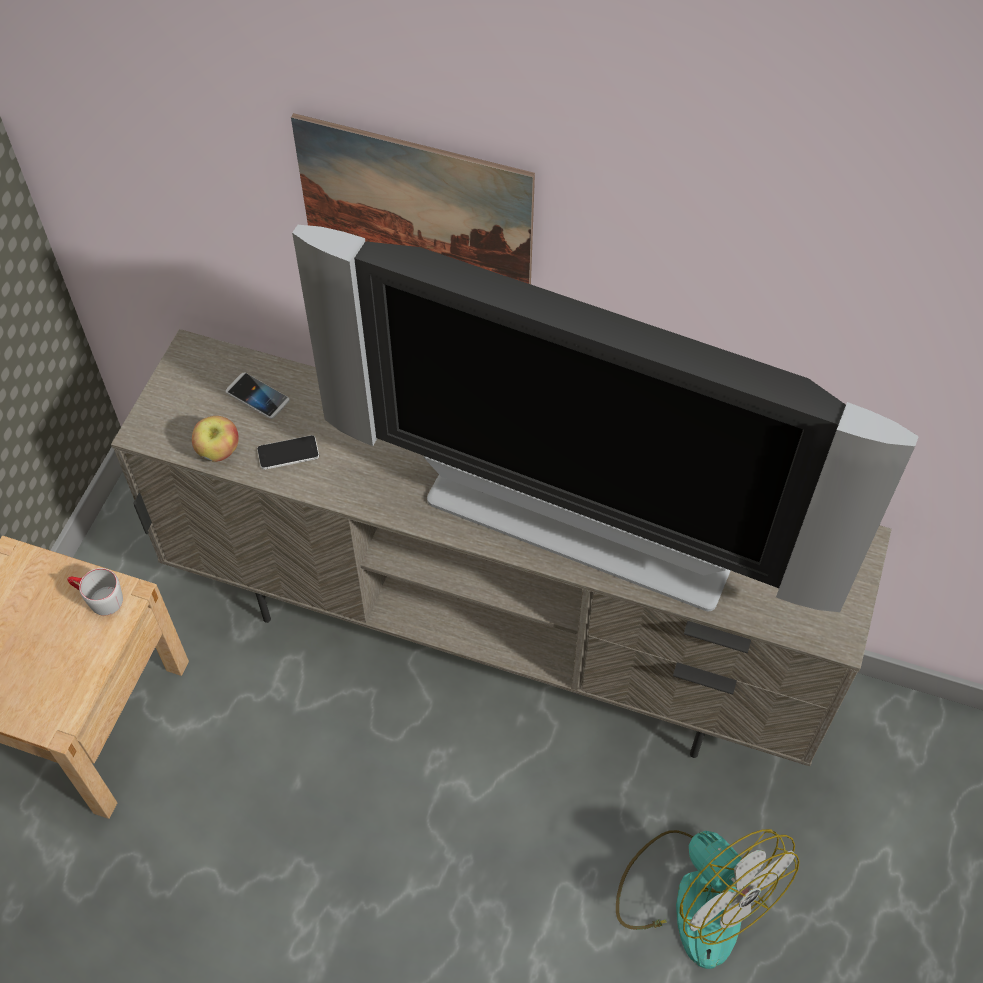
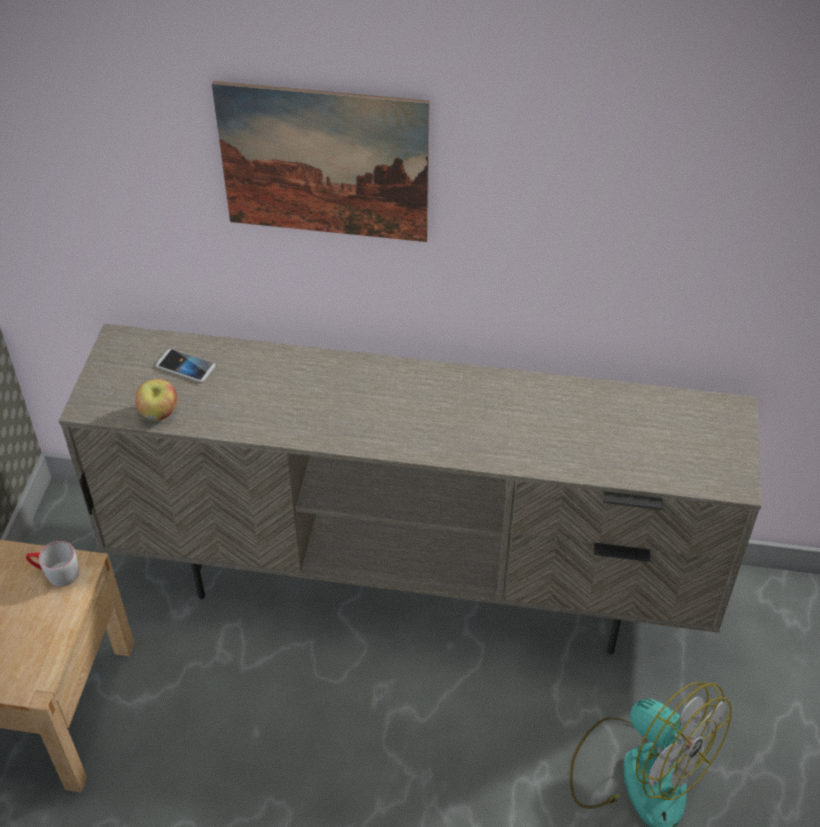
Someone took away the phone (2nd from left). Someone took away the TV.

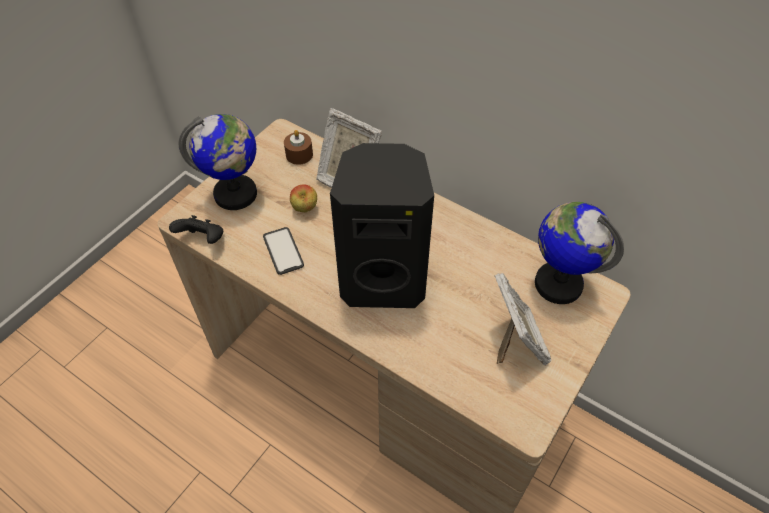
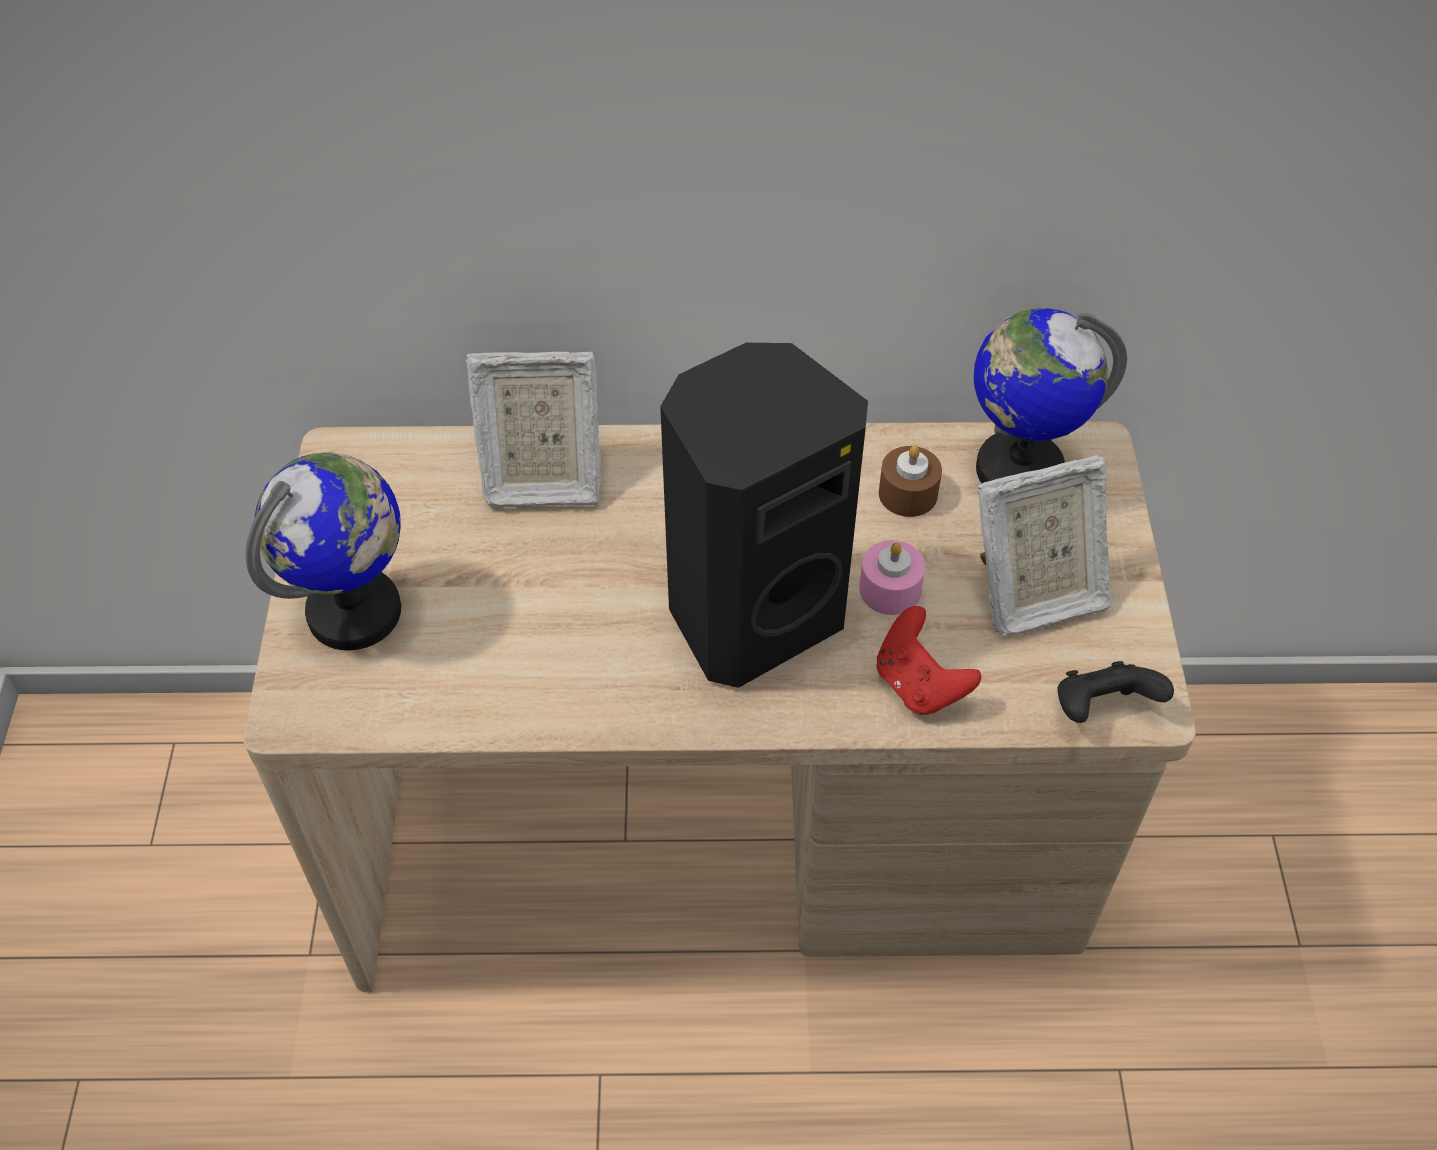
Someone took away the phone. Someone took away the apple fruit. Someone put down the pink-coloured wax candle. Someone put down the red-coloured joypad. Someone carried the black joypad. Someone carried the brown wax candle. Someone rotated the standing frame (2nd from left) by 120 degrees clockwise.

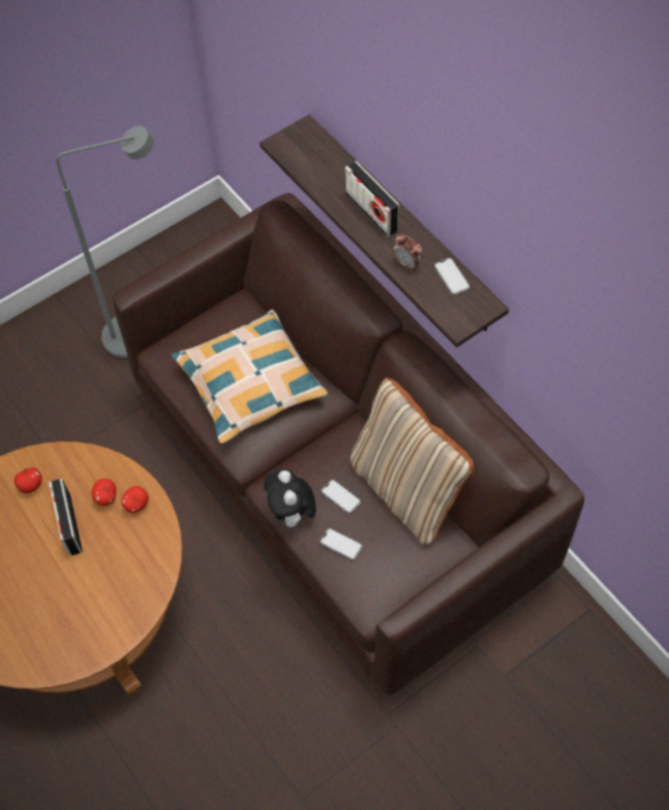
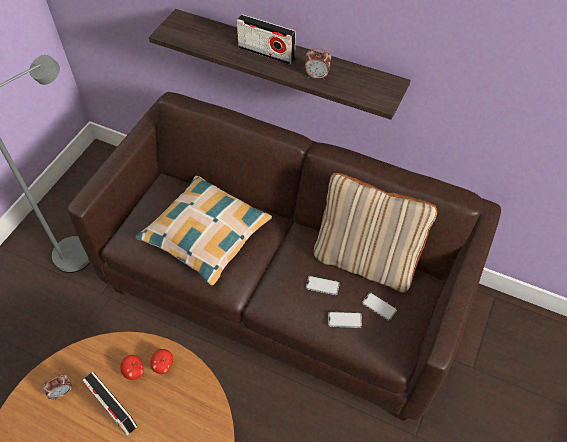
Someone took away the soft toy. Someone carried the phone (3rd from left). Someone swapped the apple fruit (1st from left) for the alarm clock (1st from left).

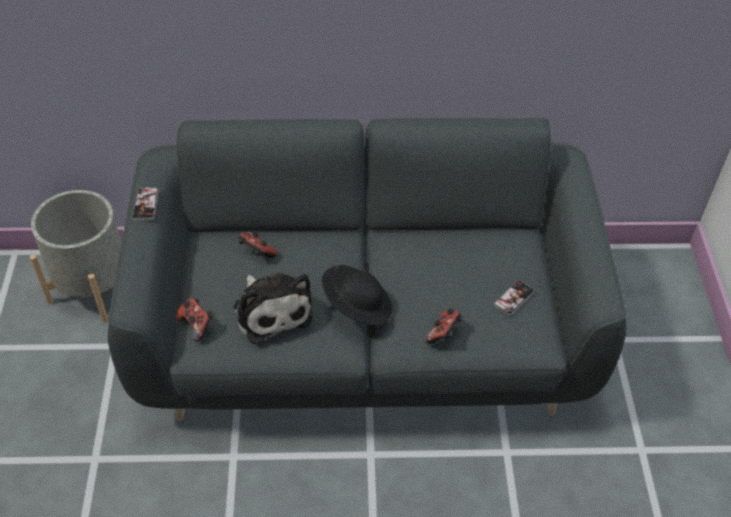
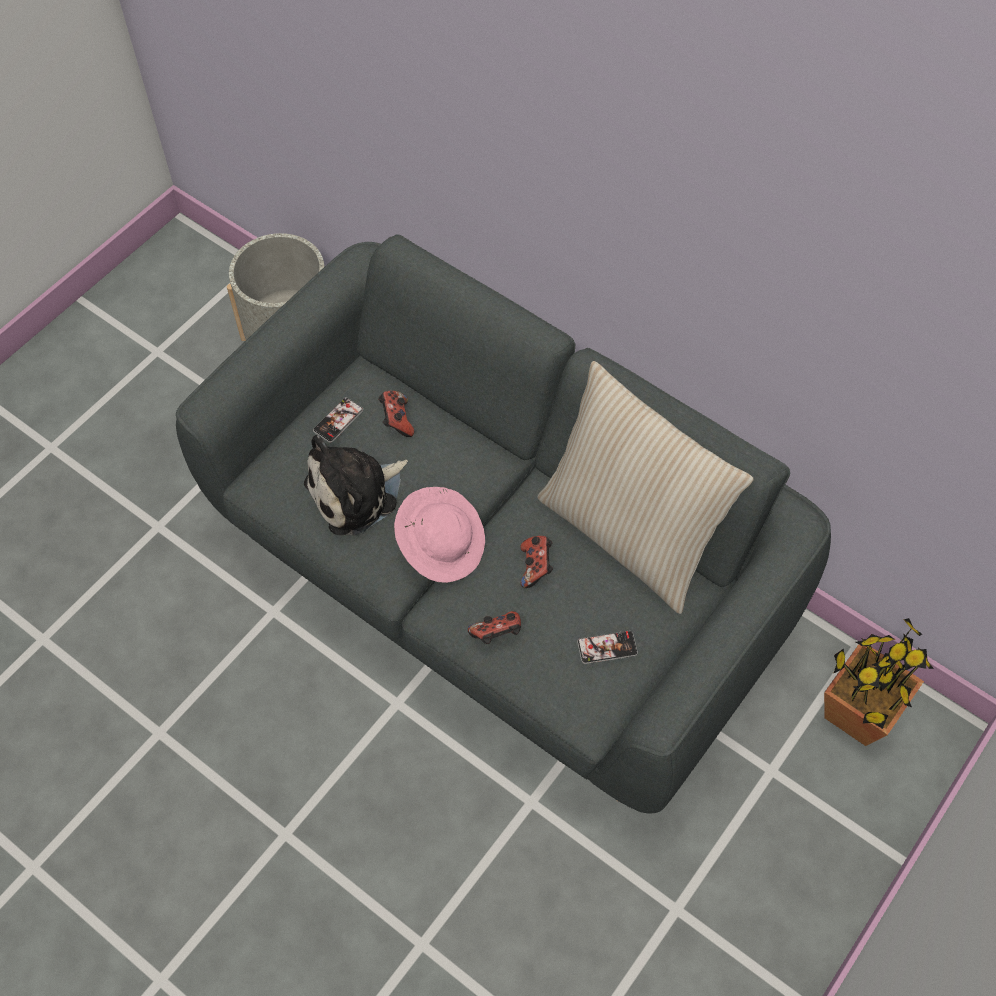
Someone put down the beige-coloured cushion. Someone put down the potted plant. Someone carried the phone (1st from left). Someone carried the joypad (1st from left in the first image). Someone repainted the black hat, which became the pink-coloured hat. Someone rotated the soft toy by 45 degrees clockwise.

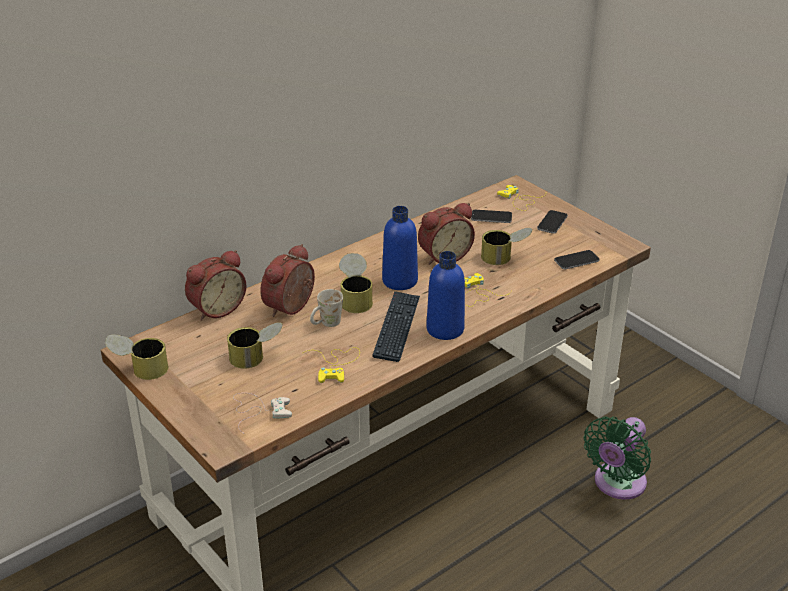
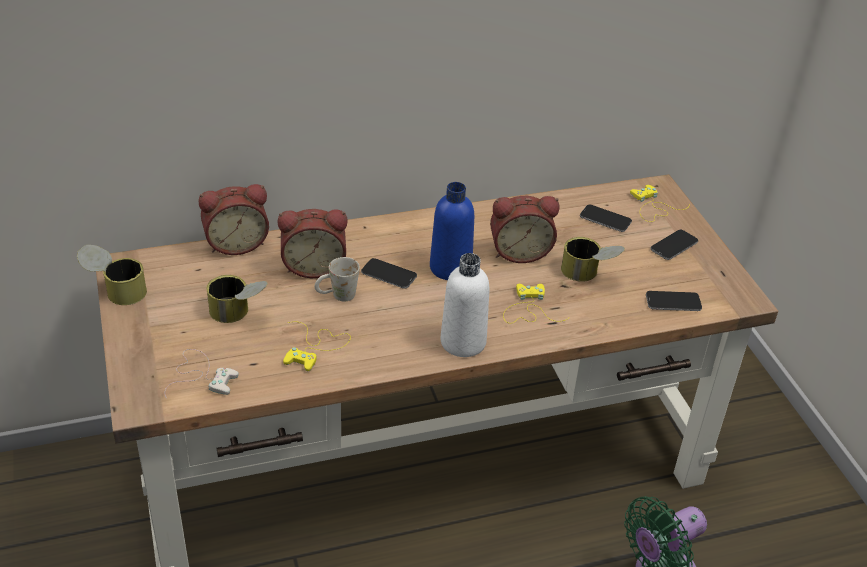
Someone took away the PC keyboard. Someone swapped the metal can (3rd from left) for the phone (1st from left). Someone repainted the bluish beverage bottle (2nd from left), which became the white beverage bottle. Someone rotated the alarm clock (2nd from left) by 150 degrees counterclockwise.

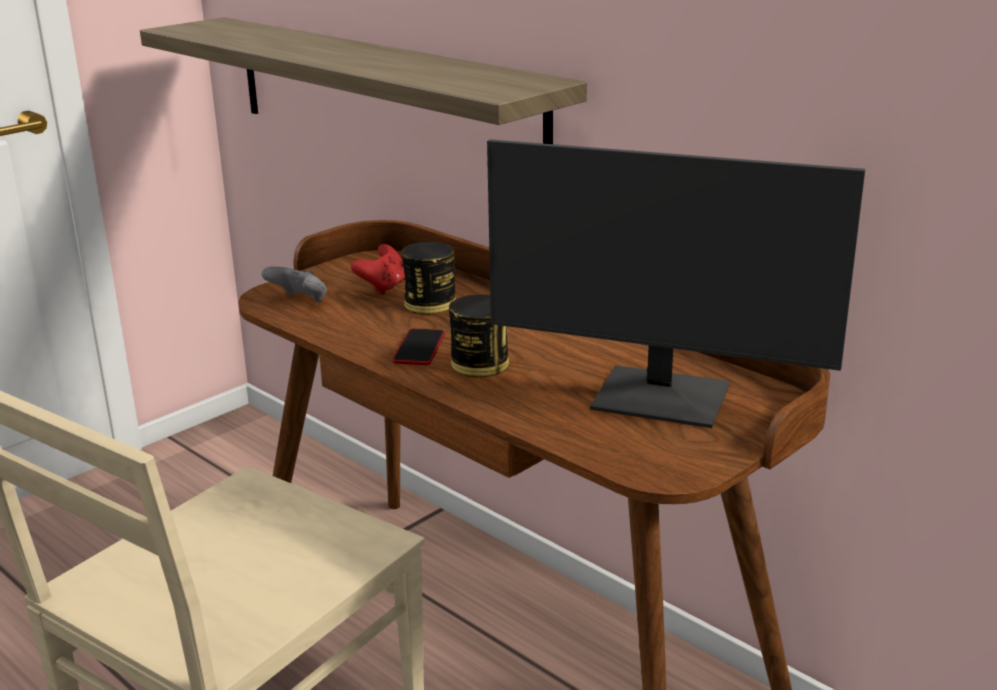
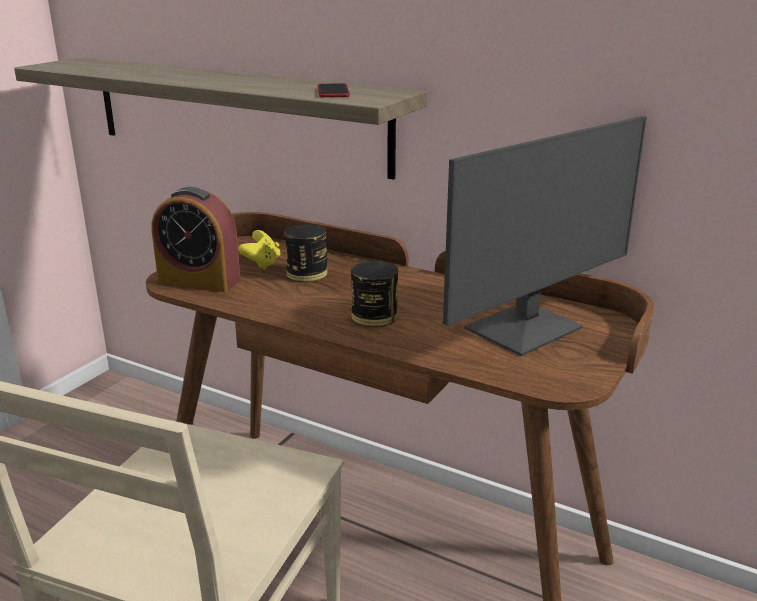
Someone carried the phone. Someone swapped the grey joypad for the alarm clock. Someone repainted the red-coloured joypad, which became the yellowish joypad. Someone rotated the computer screen by 45 degrees counterclockwise.

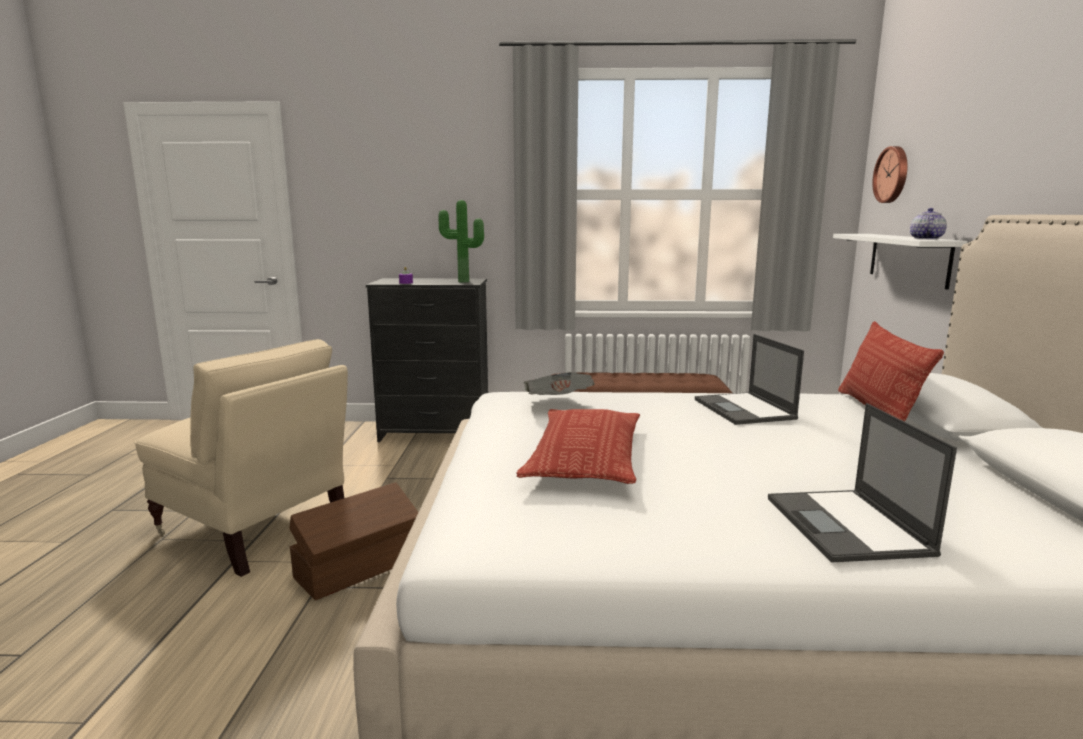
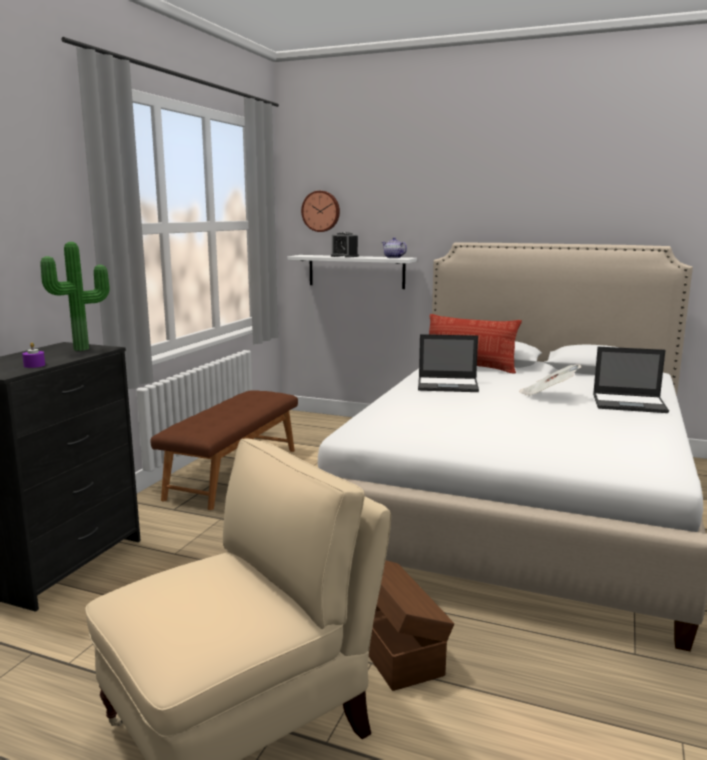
Someone took away the cushion (1st from left). Someone put down the alarm clock. Someone carried the daily paper.

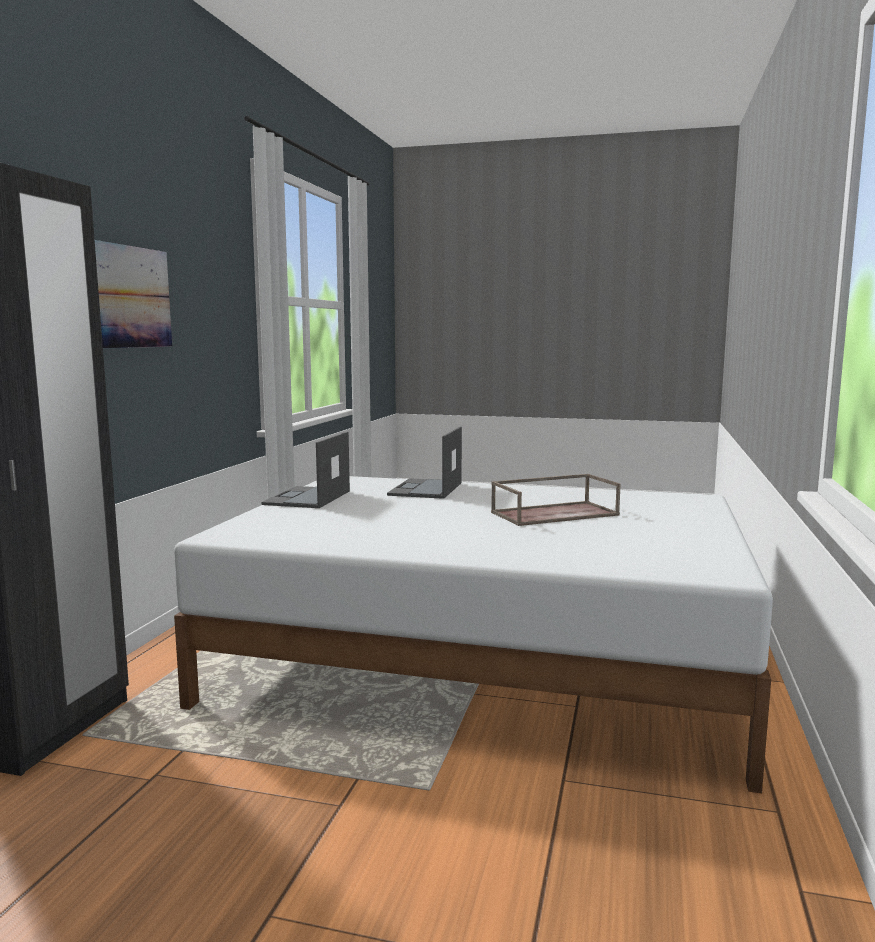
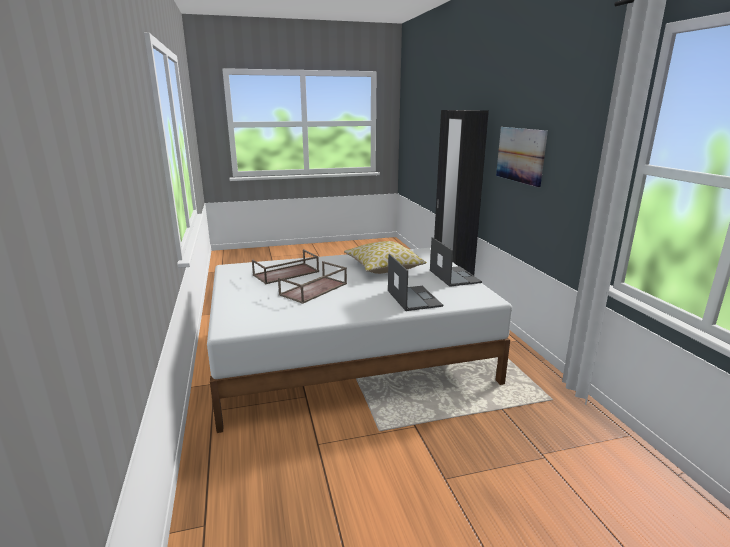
Someone put down the brown serving tray (1st from left). Someone put down the cushion.

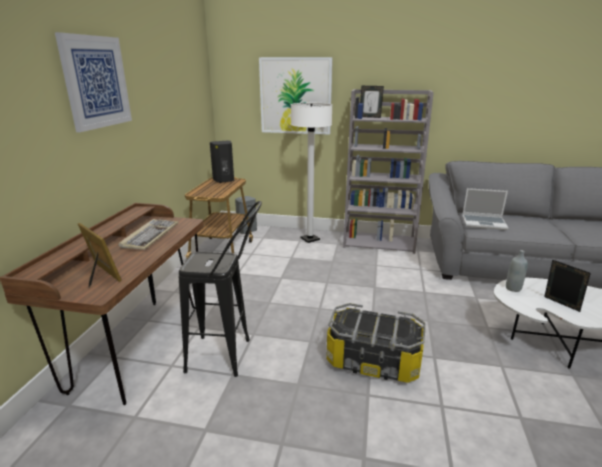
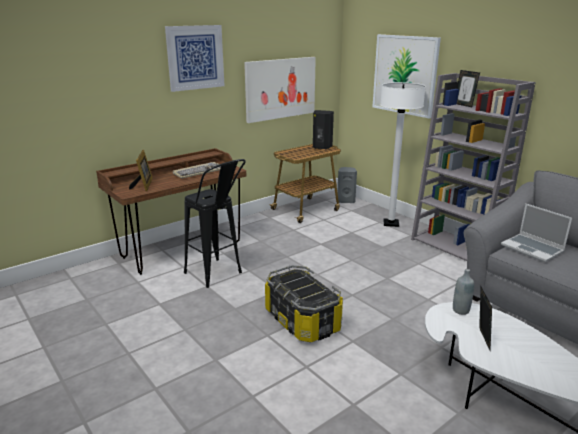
Someone put up the picture (2nd from left).

